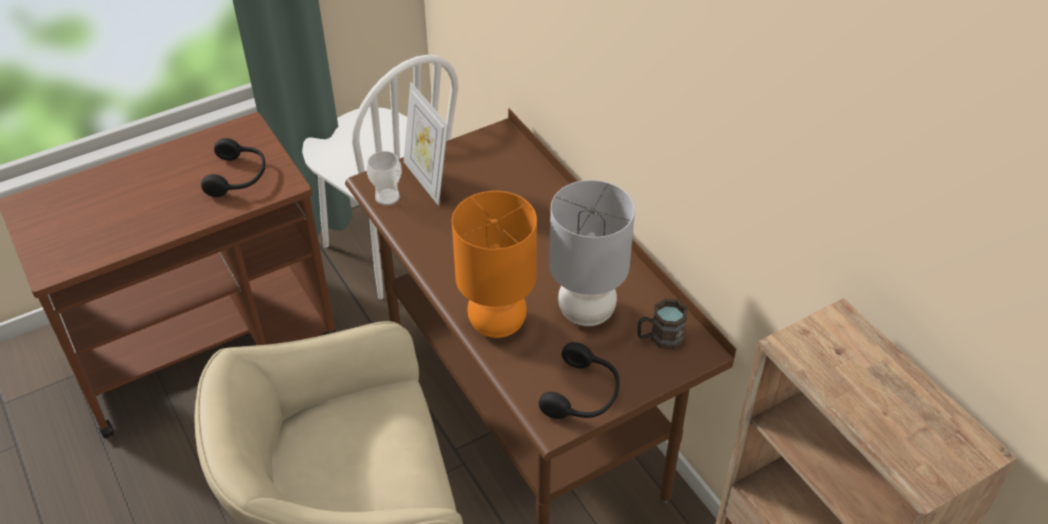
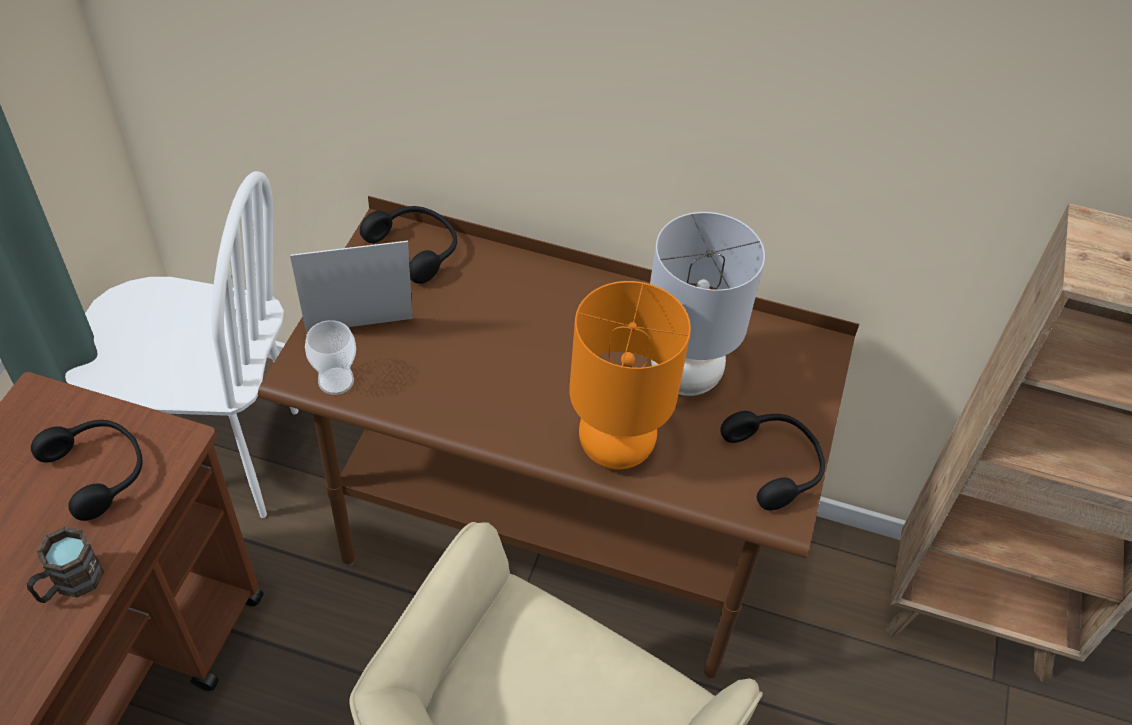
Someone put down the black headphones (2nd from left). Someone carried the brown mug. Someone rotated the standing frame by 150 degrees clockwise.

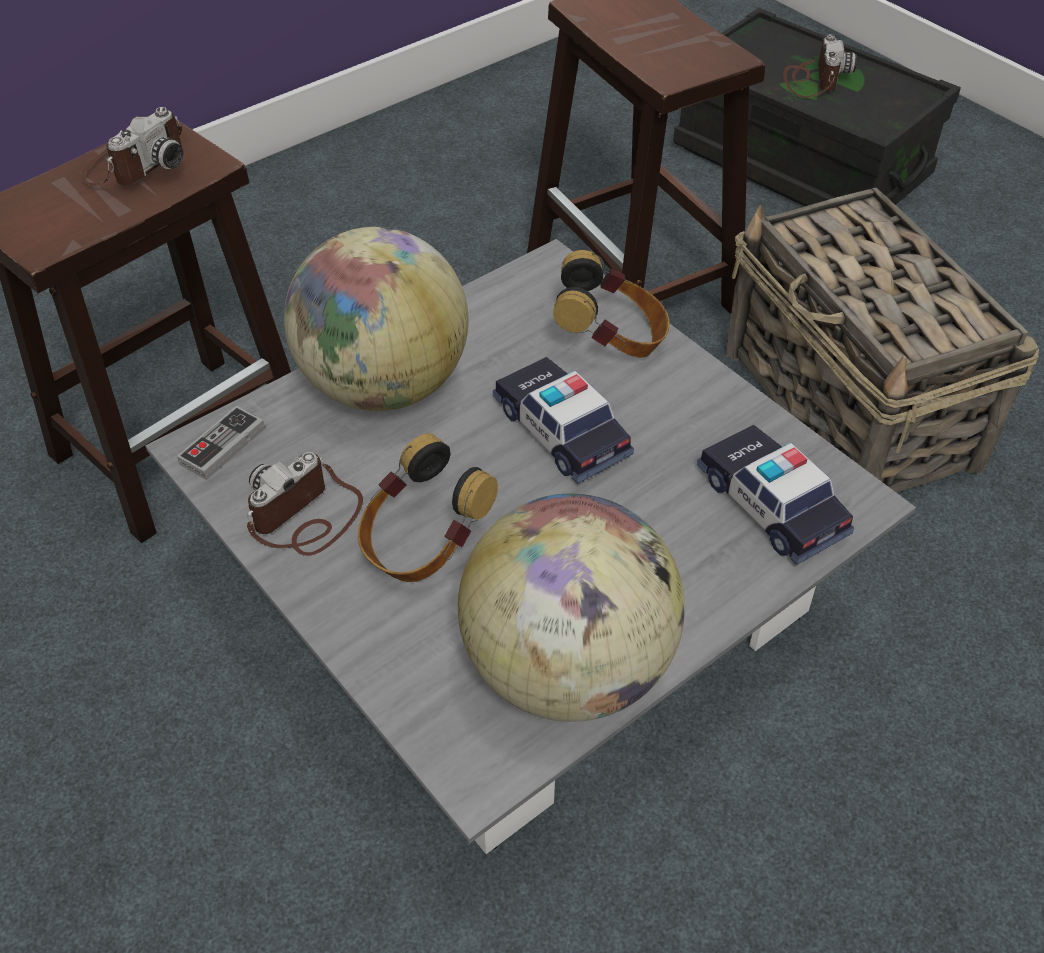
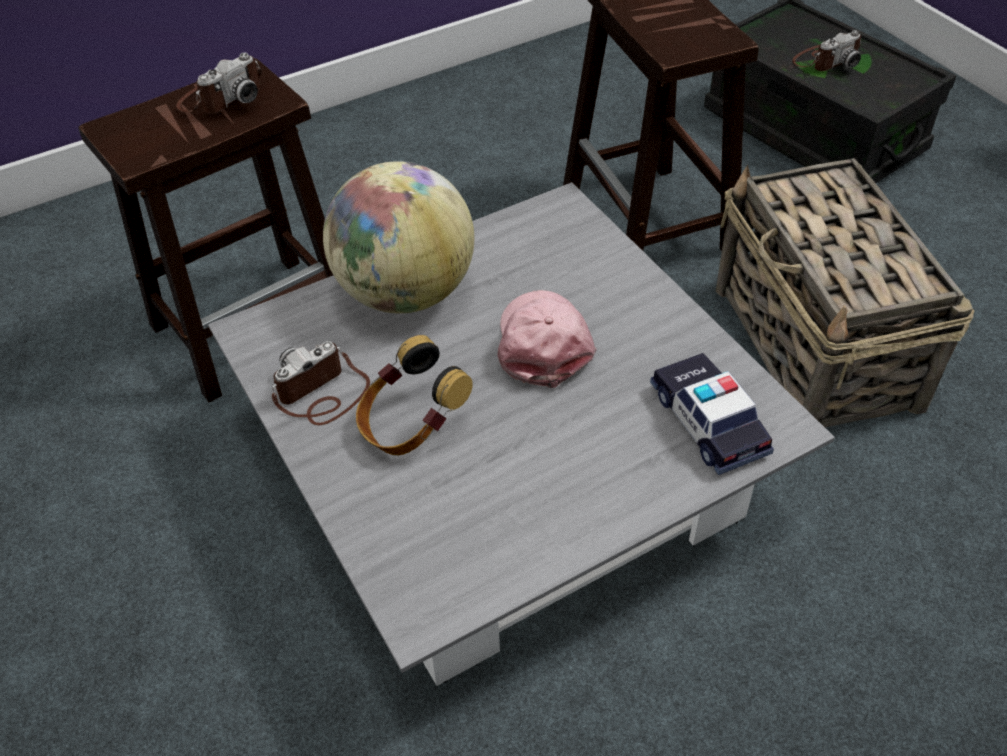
Someone took away the joypad. Someone took away the world globe (2nd from left). Someone took away the headphones (2nd from left). Someone swapped the miniature car (1st from left) for the pink-coloured baseball cap. Someone rotated the photo camera (3rd from left) by 45 degrees clockwise.

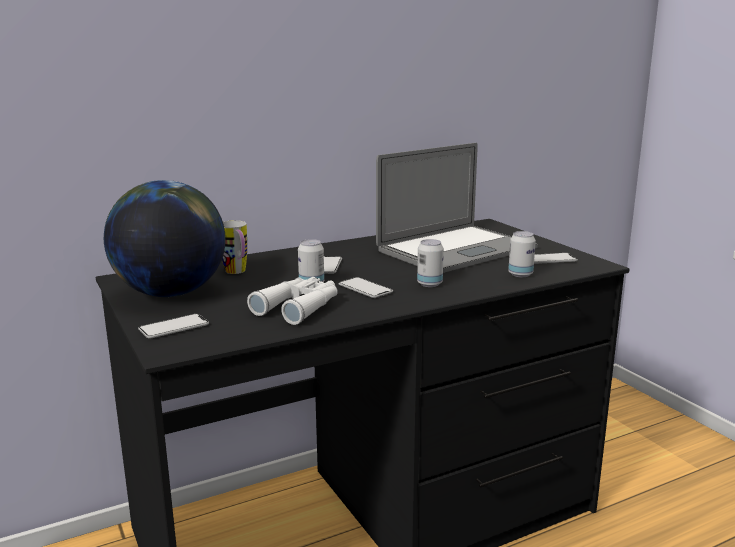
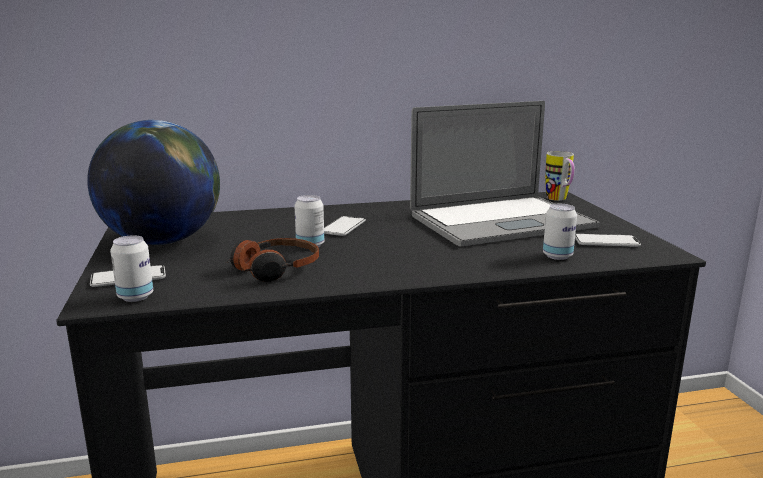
Someone took away the phone (3rd from left). Someone carried the mug. Someone carried the metal can (2nd from left in the first image). Someone swapped the white binoculars for the headphones.

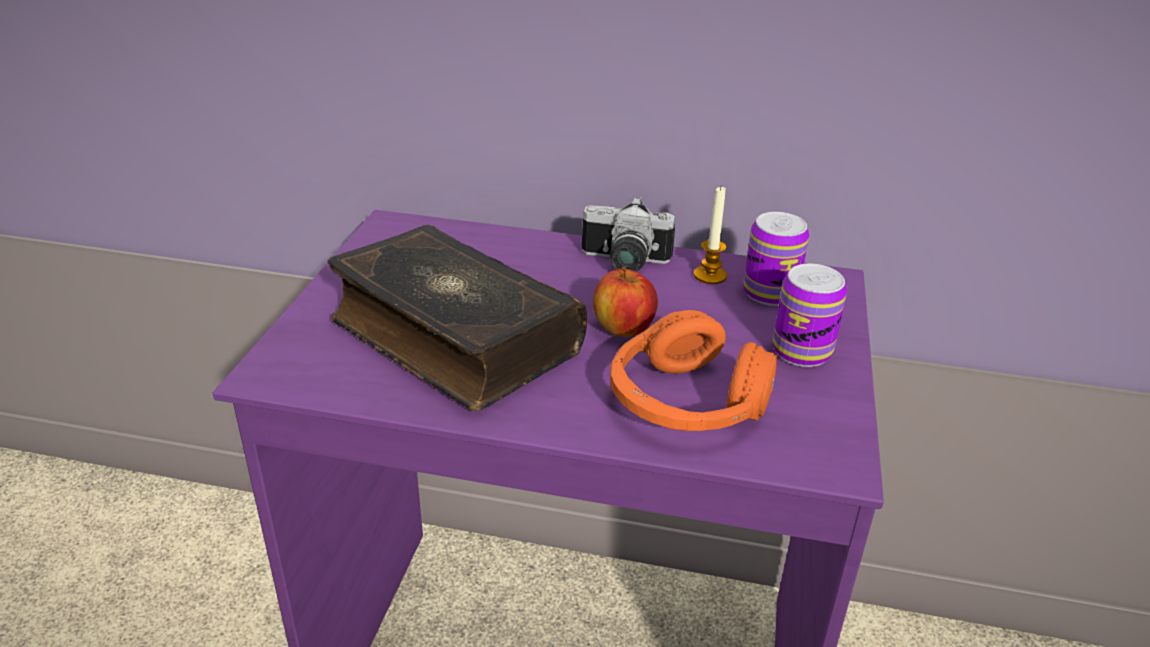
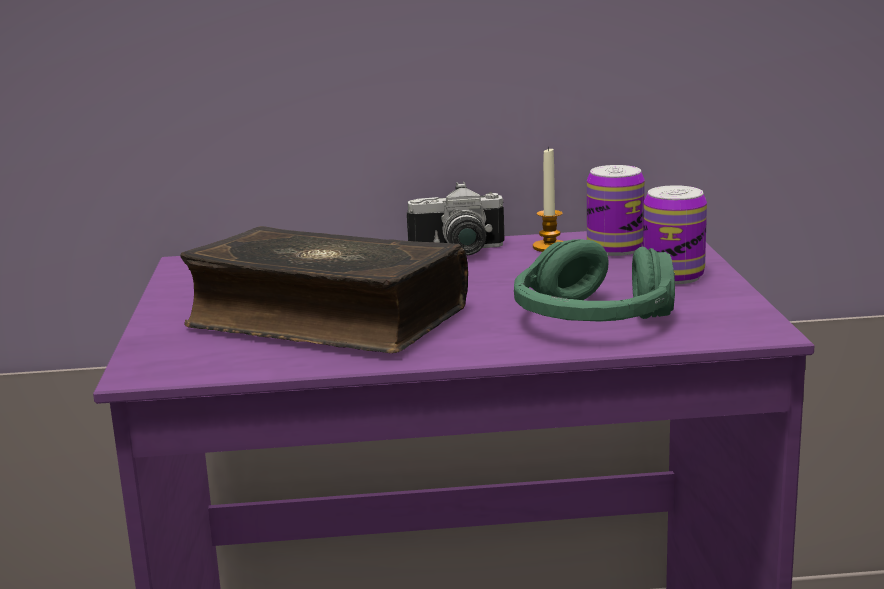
Someone took away the apple fruit. Someone repainted the orange headphones, which became the green-coloured headphones.

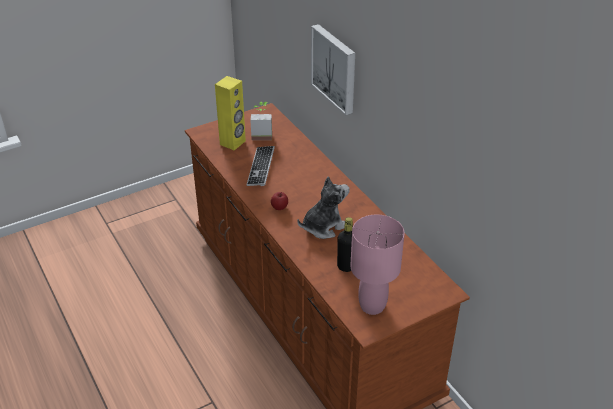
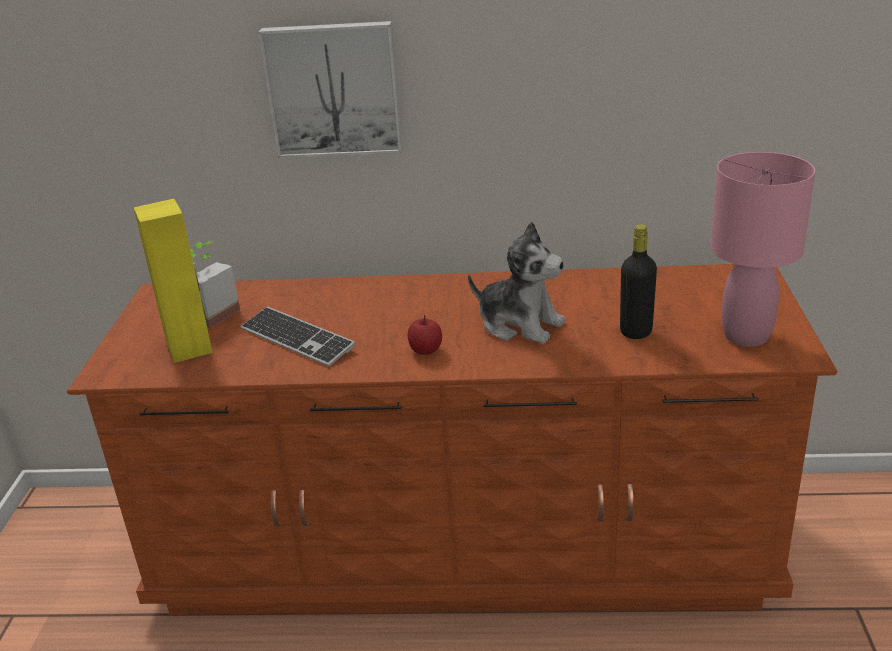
Someone rotated the soft toy by 120 degrees clockwise.

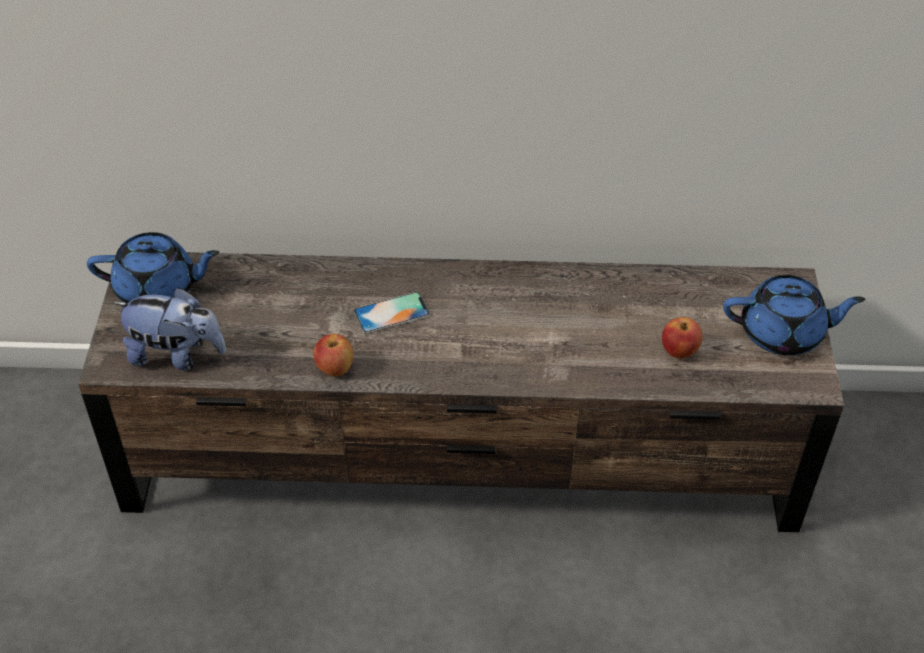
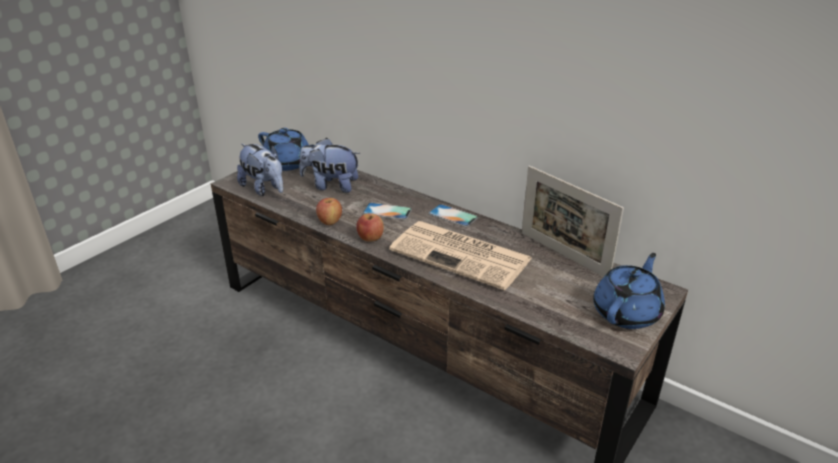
Someone put down the soft toy (2nd from left). Someone put down the daily paper. Someone put down the phone (2nd from left). Someone put down the standing frame. Someone carried the apple fruit (2nd from left). Someone rotated the bluish teapot (2nd from left) by 90 degrees counterclockwise.

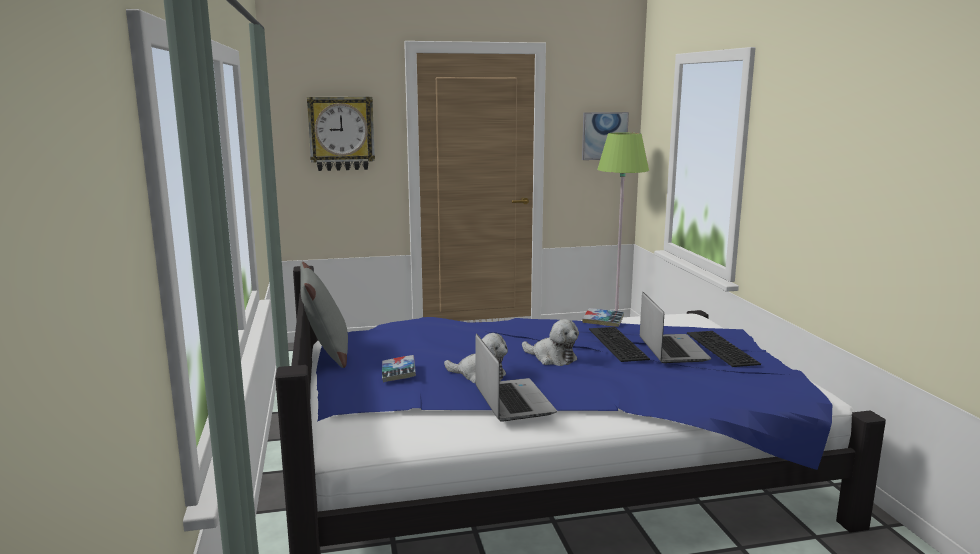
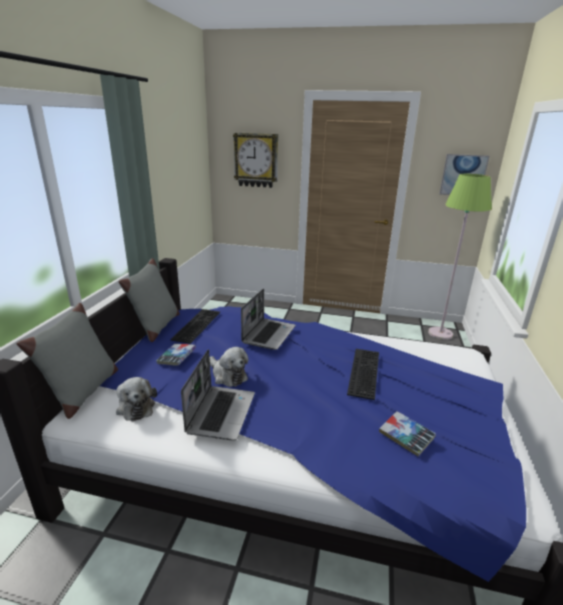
Someone put down the grey cushion (1st from left). Someone carried the soft toy (2nd from left in the first image). Someone carried the volume (2nd from left). Someone carried the laptop (2nd from left). Someone carried the PC keyboard (2nd from left in the first image).

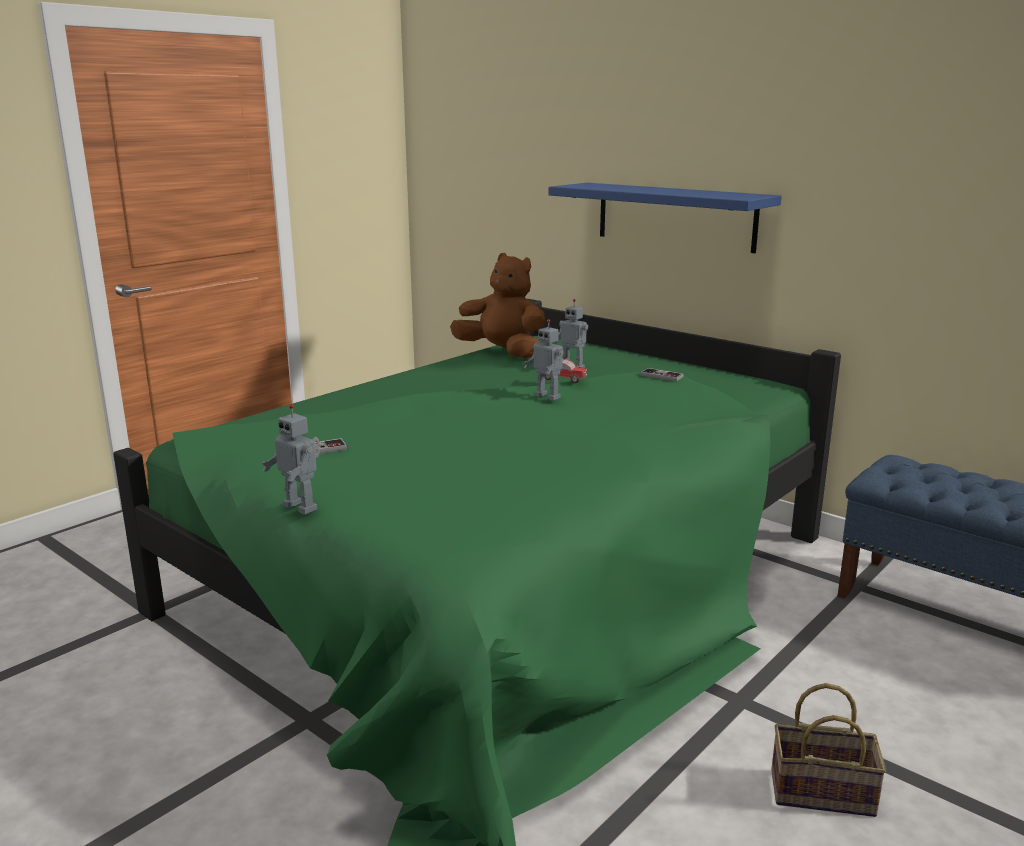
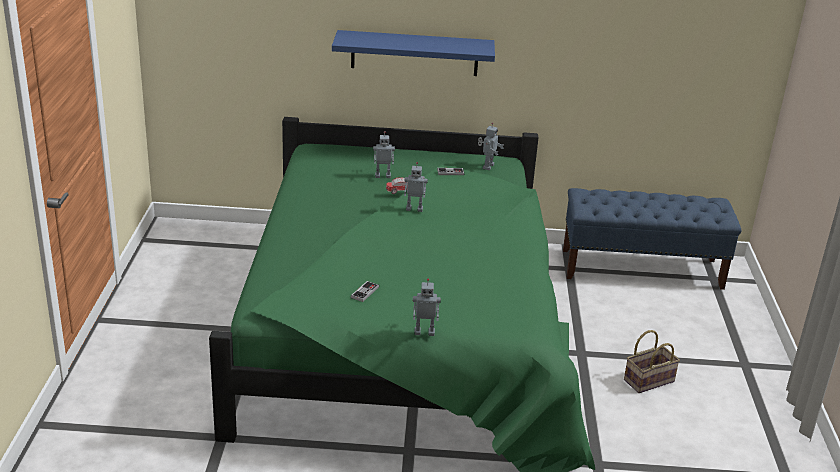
Someone took away the brown soft toy. Someone put down the model robot (4th from left).

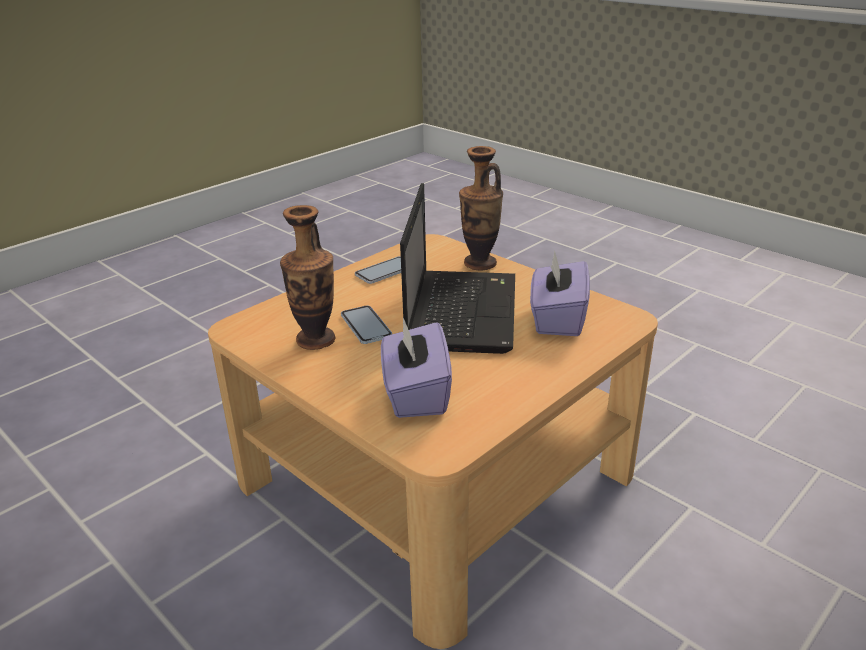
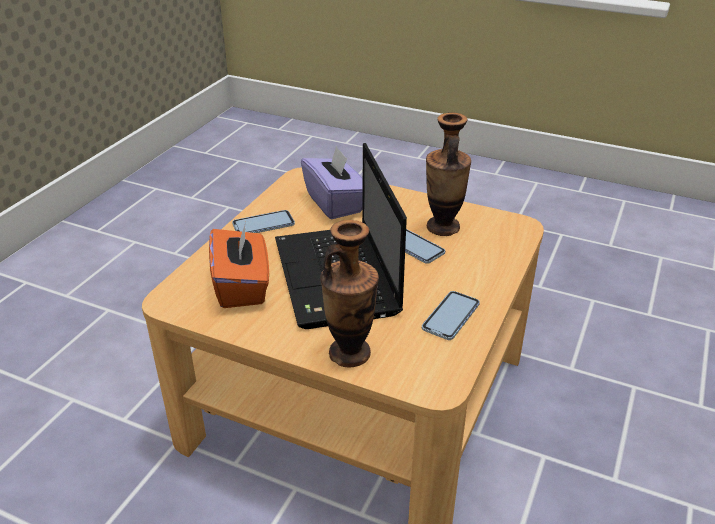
Someone put down the phone (1st from left). Someone repainted the purple-coloured tissue holder (2nd from left), which became the orange tissue holder.

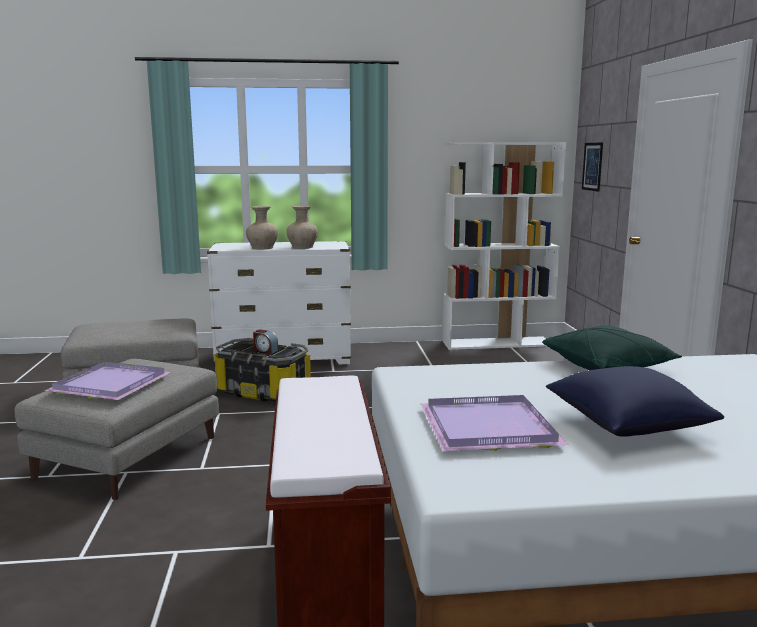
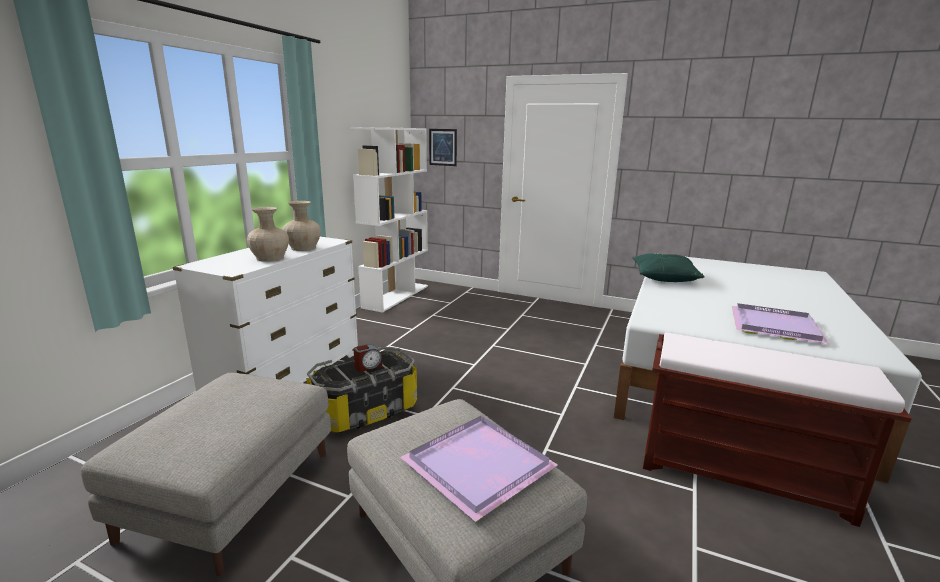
Someone took away the bluish cushion.

